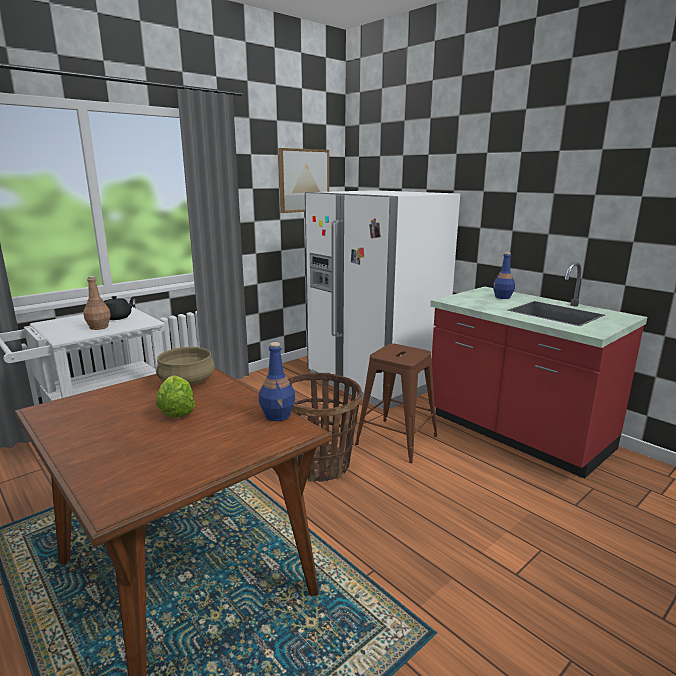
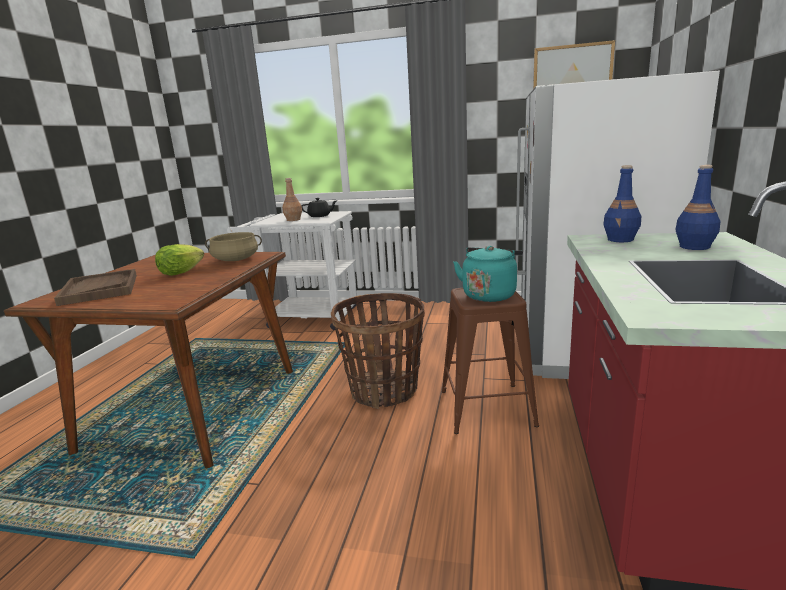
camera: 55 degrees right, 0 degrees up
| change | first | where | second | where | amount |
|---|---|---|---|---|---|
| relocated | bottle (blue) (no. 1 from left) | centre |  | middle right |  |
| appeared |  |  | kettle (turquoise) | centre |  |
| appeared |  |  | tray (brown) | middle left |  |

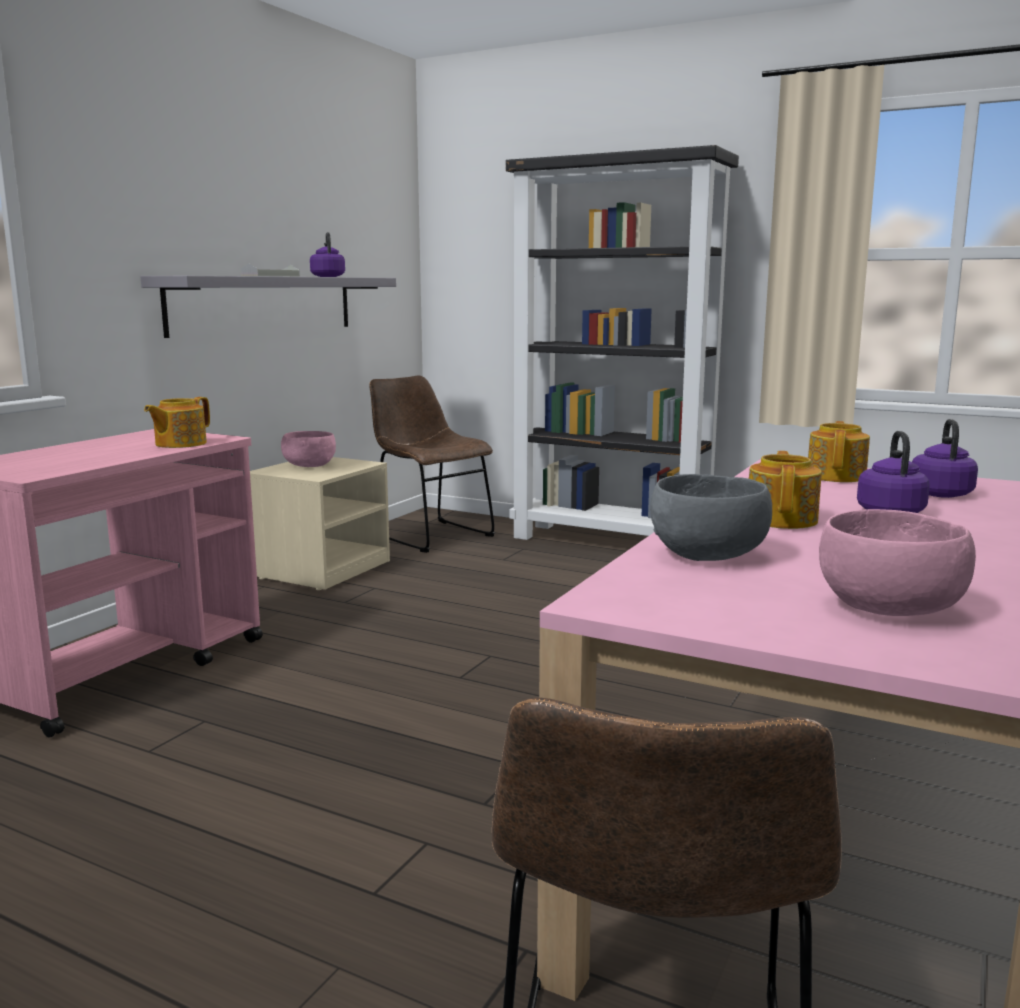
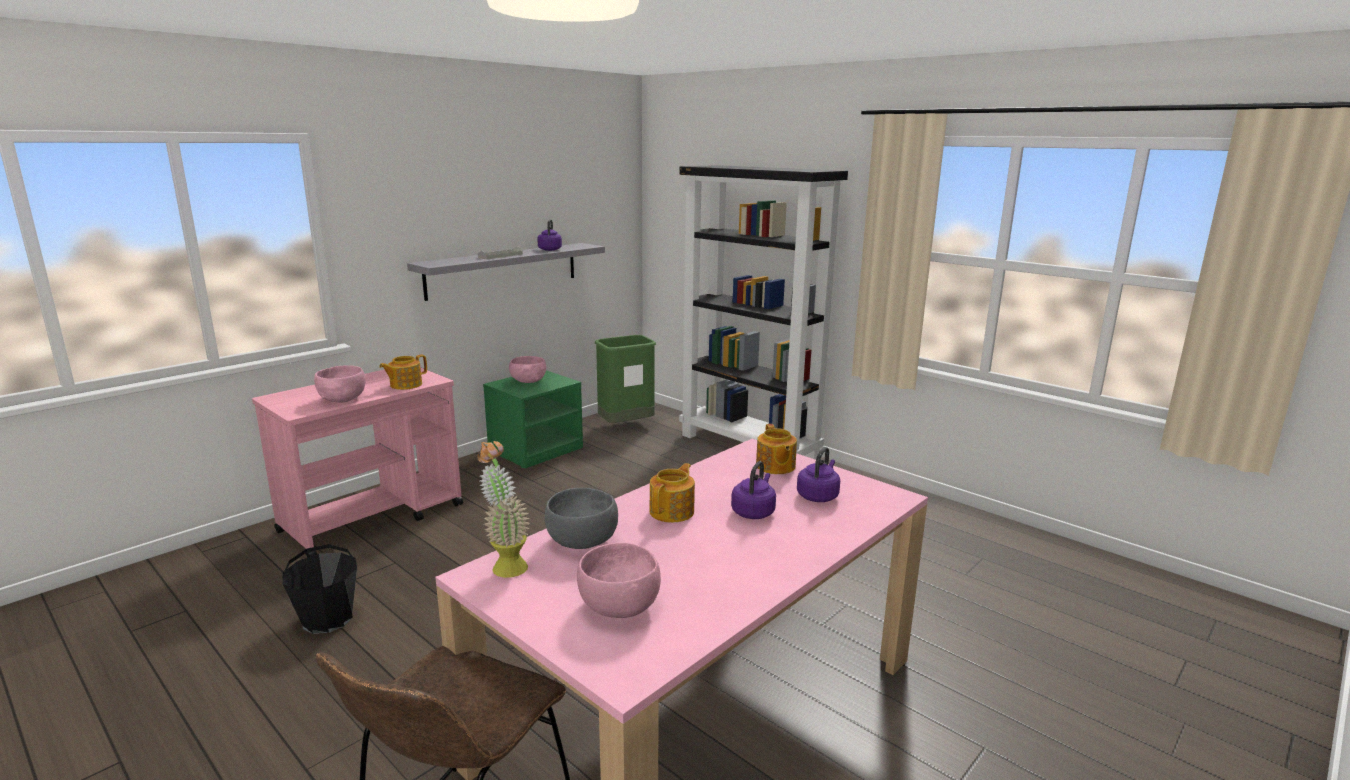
camera: 15 degrees right, 5 degrees up
| change | first | where | second | where | amount |
|---|---|---|---|---|---|
| exchanged | chair (brown) (no. 1 from left) | centre | trash can (green) | centre |  |
| spun | teapot (no. 3 from left) | middle right |  | centre | 135 degrees clockwise |
| colour | nightstand (beige) | middle left | nightstand (green) | centre |  |
| appeared |  |  | bowl (pink) (no. 1 from left) | middle left |  |
| appeared |  |  | potted plant | centre |  |
| appeared |  |  | bucket (black) | bottom left |  |

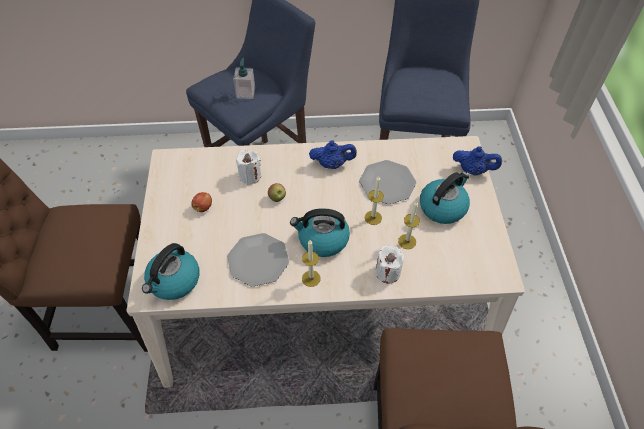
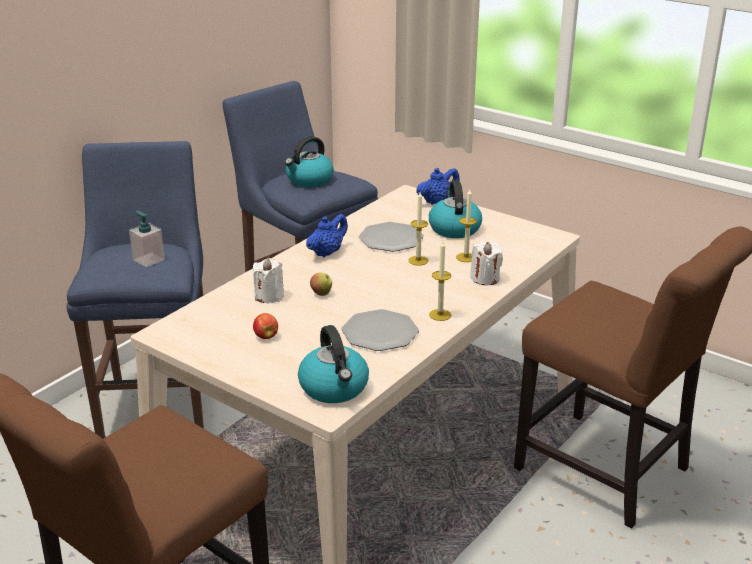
camera: 50 degrees left, 25 degrees down
| change | first | where | second | where | amount |
|---|---|---|---|---|---|
| relocated | kettle (no. 2 from left in the first image) | centre | kettle (no. 1 from left) | top centre |  |

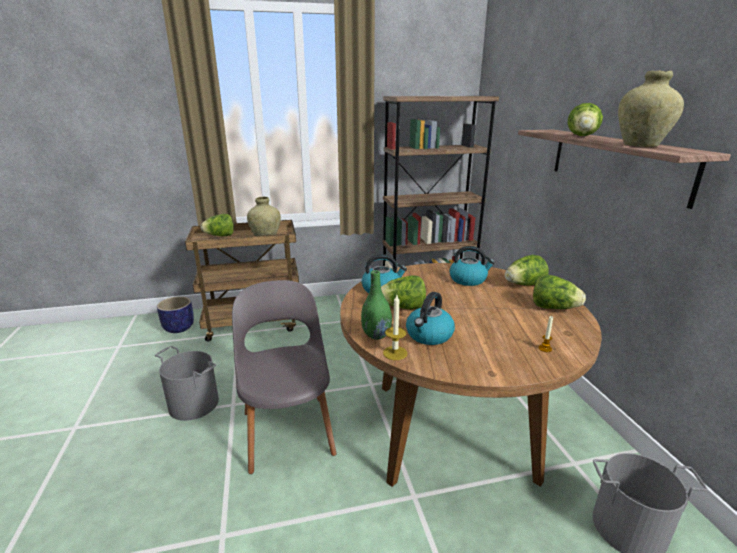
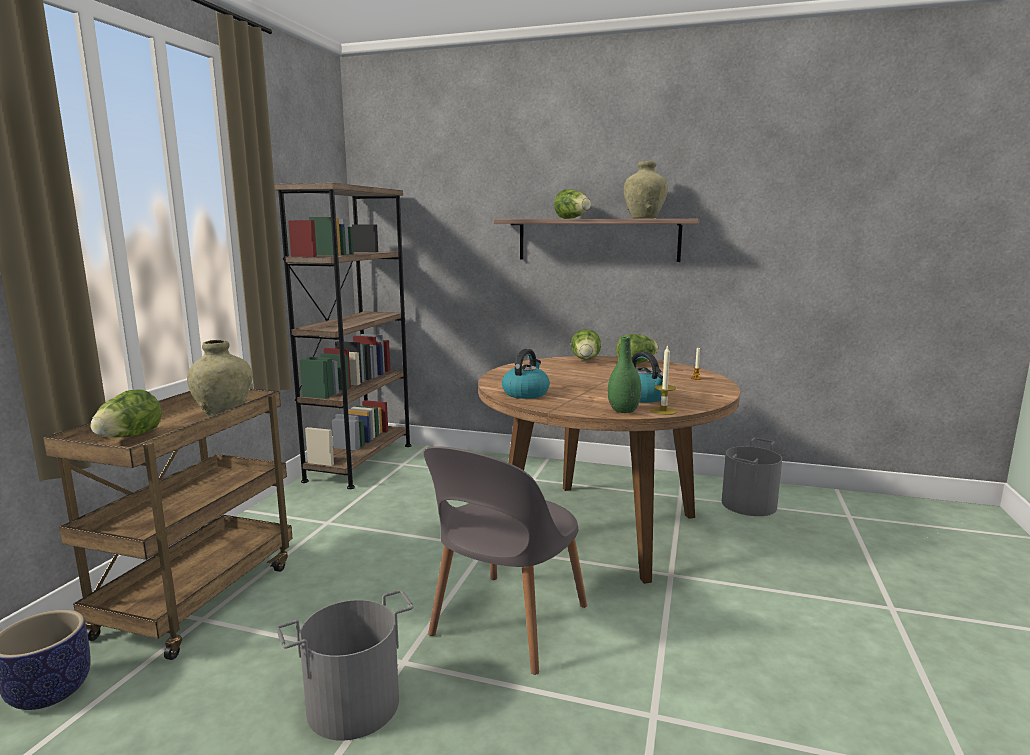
camera: 60 degrees left, 10 degrees down
| change | first | where | second | where | amount |
|---|---|---|---|---|---|
| missing | kettle (no. 3 from left) | centre |  |  |  |
| missing | lettuce (no. 2 from left) | centre |  |  |  |
| spun | chair (grey) | bottom centre |  | bottom centre | 75 degrees counterclockwise |

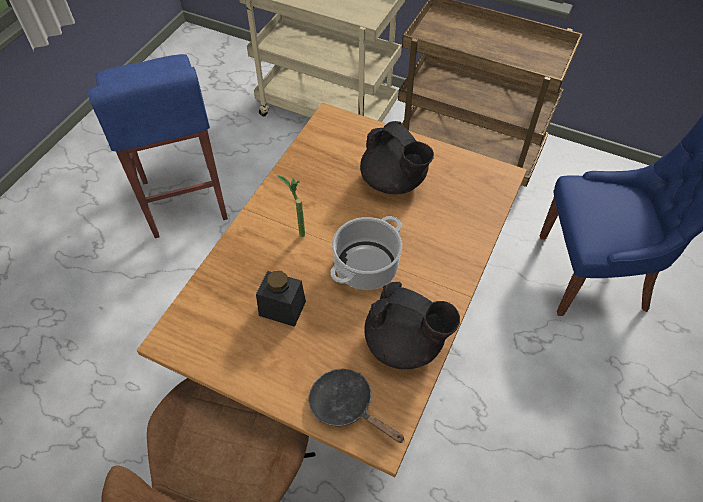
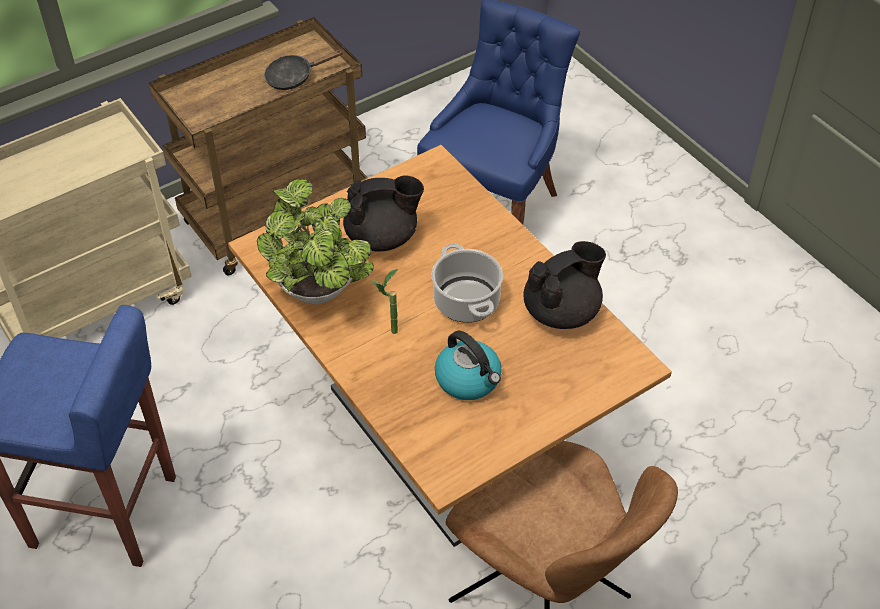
camera: 60 degrees left, 5 degrees down
| change | first | where | second | where | amount |
|---|---|---|---|---|---|
| exchanged | jar (black) | centre | kettle | centre |  |
| relocated | frying pan (black) | bottom centre |  | top centre |  |
| appeared |  |  | potted plant (no. 1 from left) | centre |  |

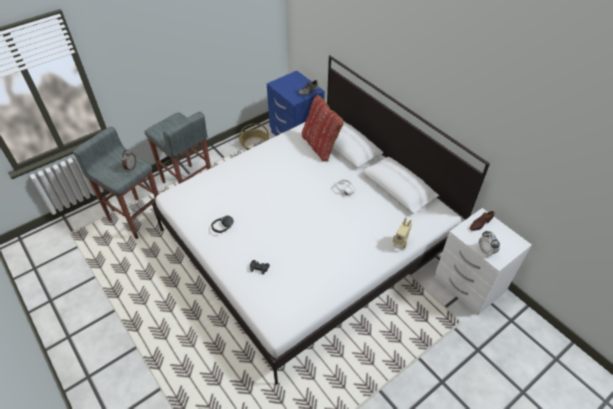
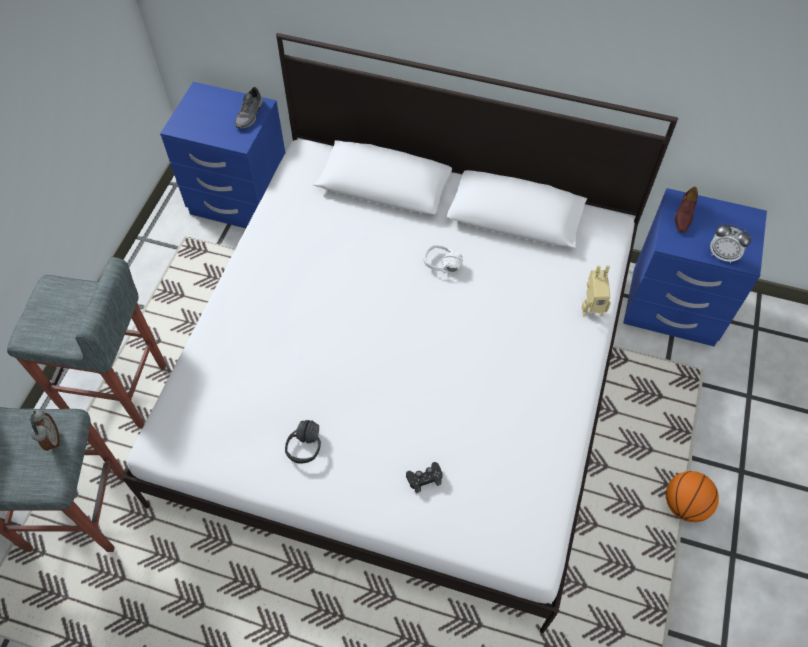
camera: 35 degrees left, 10 degrees up
| change | first | where | second | where | amount |
|---|---|---|---|---|---|
| missing | pillow (red) | top centre |  |  |  |
| missing | basket | top centre |  |  |  |
| colour | nightstand (white) | middle right | nightstand (blue) (no. 2 from left) | middle right |  |
| appeared |  |  | basketball | bottom right |  |

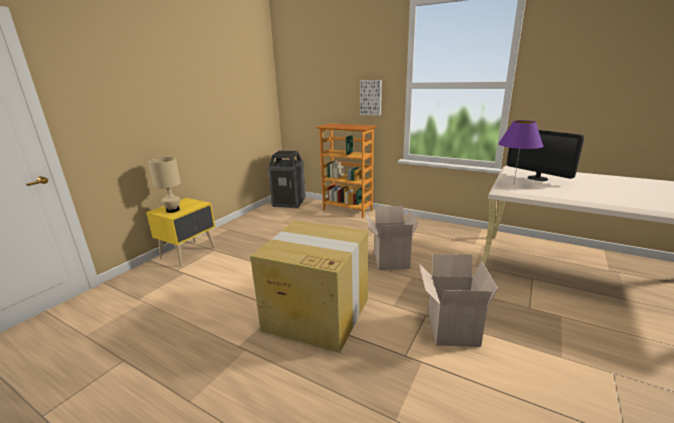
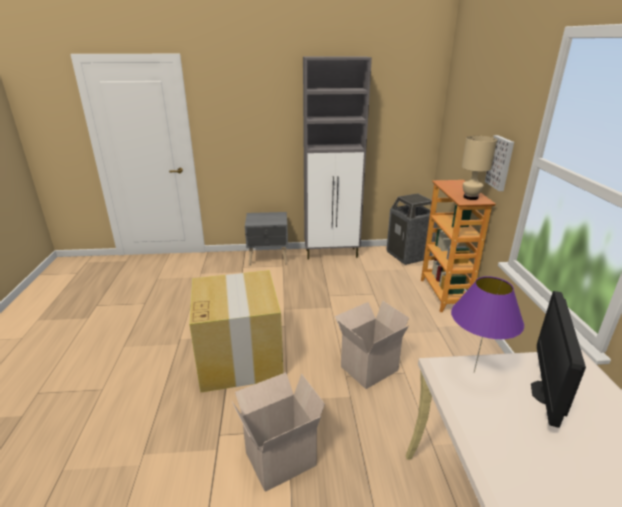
camera: 55 degrees right, 5 degrees up
| change | first | where | second | where | amount |
|---|---|---|---|---|---|
| relocated | table lamp (beige) | middle left |  | top right |  |
| colour | nightstand (yellow) | middle left | nightstand (grey) | centre |  |
| appeared |  |  | cabinet (grey) | top centre |  |

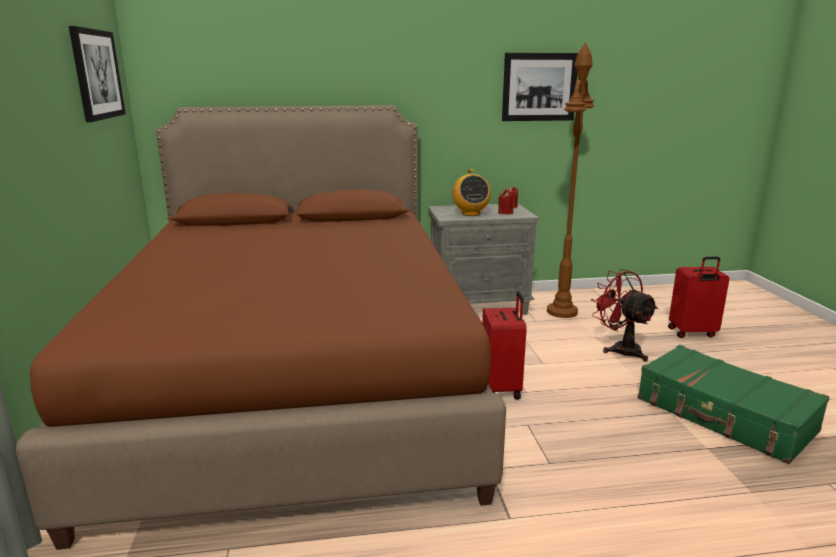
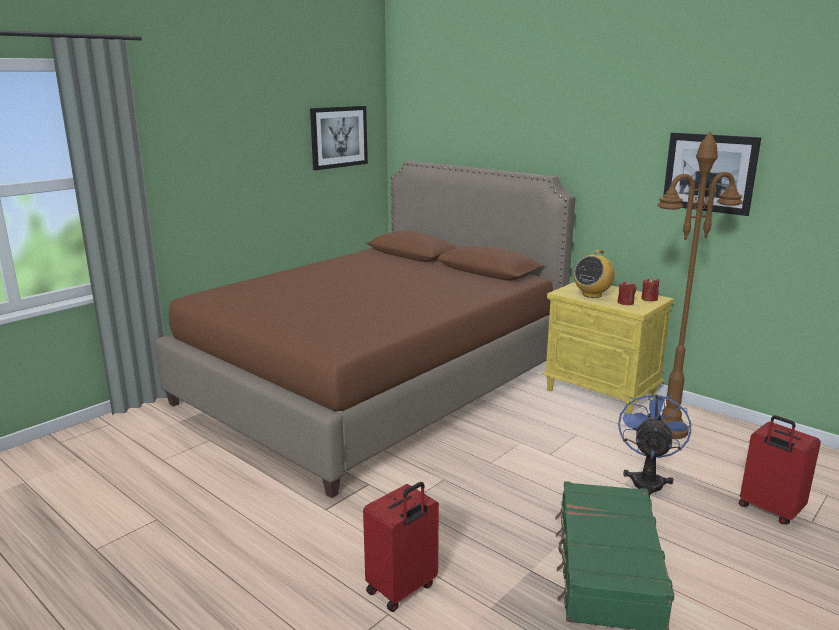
camera: 50 degrees right, 0 degrees up
| change | first | where | second | where | amount |
|---|---|---|---|---|---|
| colour | nightstand (grey) | centre | nightstand (yellow) | middle right |  |
| colour | fan (red) | middle right | fan (blue) | bottom right |  |
| relocated | suitcase (red) (no. 1 from left) | centre |  | bottom centre |  |

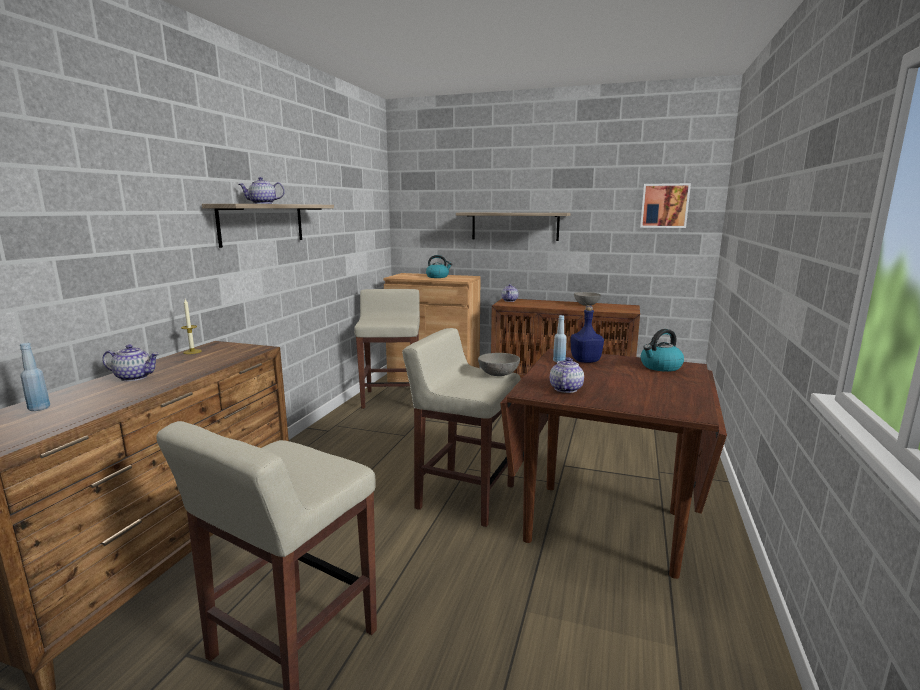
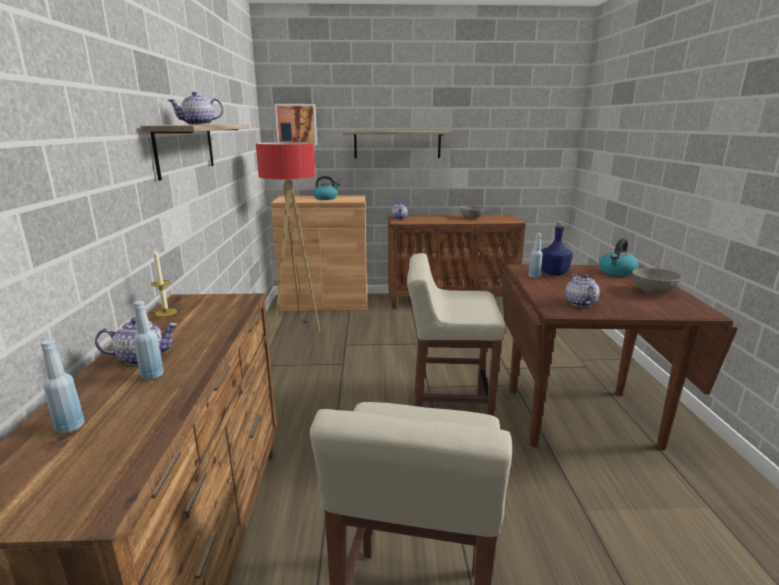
camera: 20 degrees left, 5 degrees up
| change | first | where | second | where | amount |
|---|---|---|---|---|---|
| relocated | picture | top right |  | top centre |  |
| exchanged | stool (beige) (no. 2 from left) | centre | floor lamp | centre |  |
| relocated | bowl (grey) (no. 1 from left in the first image) | centre | bowl (grey) (no. 2 from left) | middle right |  |
| appeared |  |  | bottle (blue) (no. 2 from left) | middle left |  |

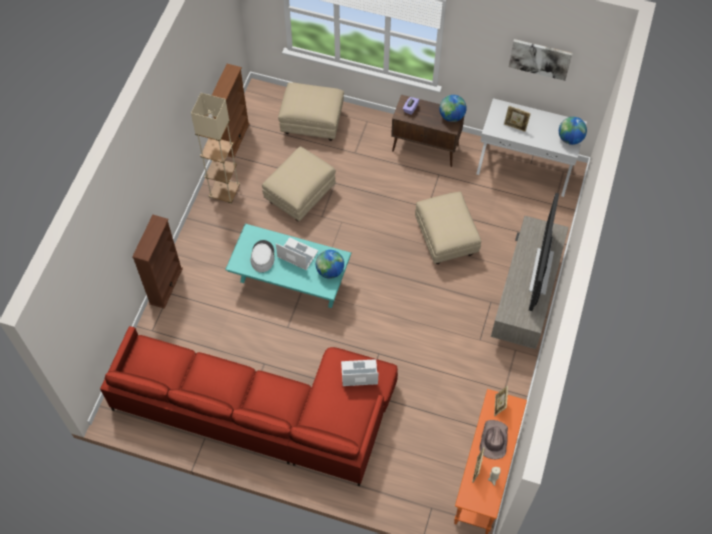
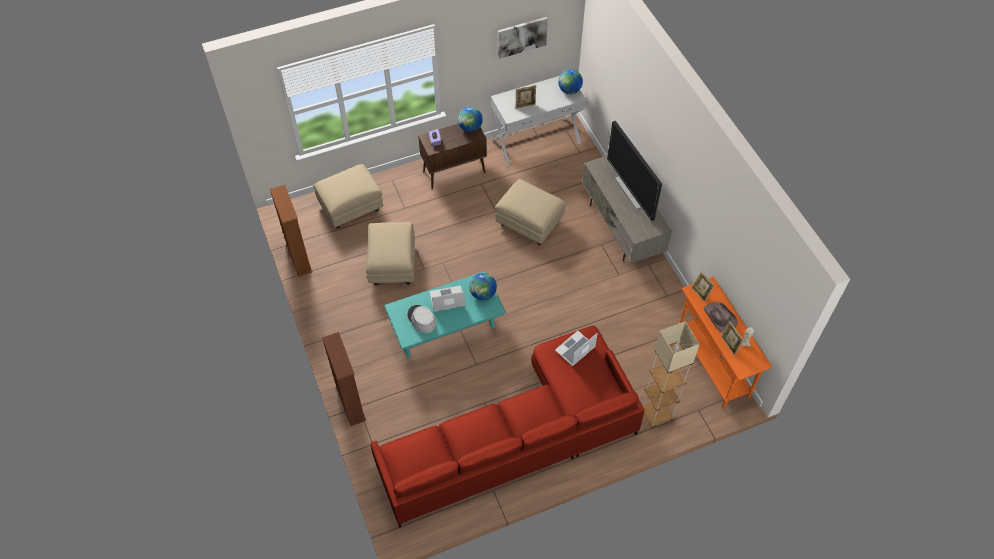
camera: 40 degrees left, 5 degrees down
| change | first | where | second | where | amount |
|---|---|---|---|---|---|
| relocated | floor lamp (beige) | top left |  | bottom right |  |

